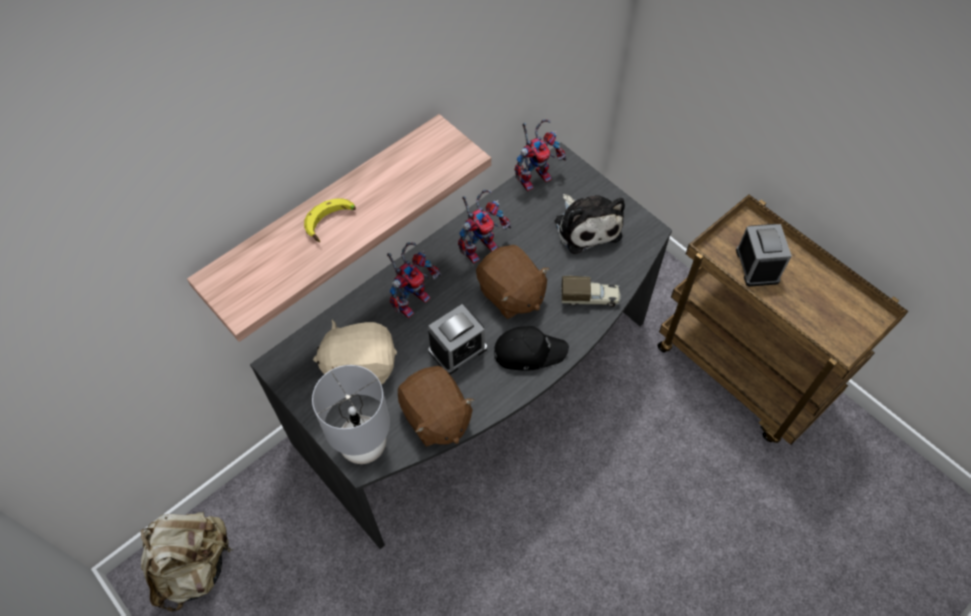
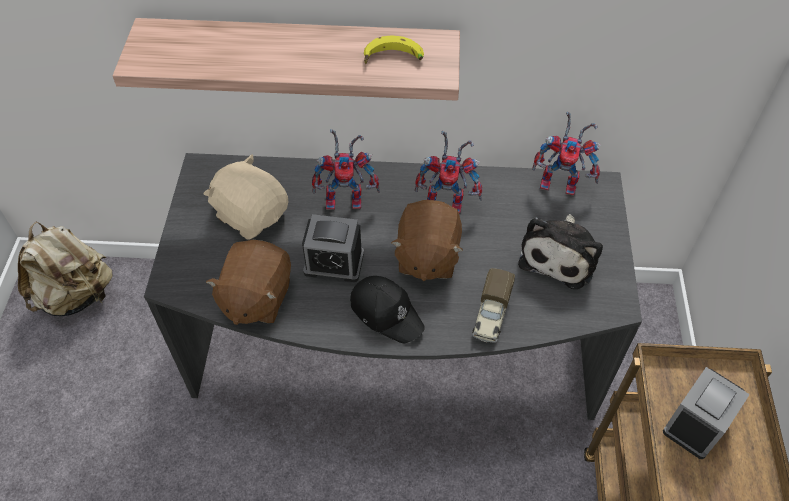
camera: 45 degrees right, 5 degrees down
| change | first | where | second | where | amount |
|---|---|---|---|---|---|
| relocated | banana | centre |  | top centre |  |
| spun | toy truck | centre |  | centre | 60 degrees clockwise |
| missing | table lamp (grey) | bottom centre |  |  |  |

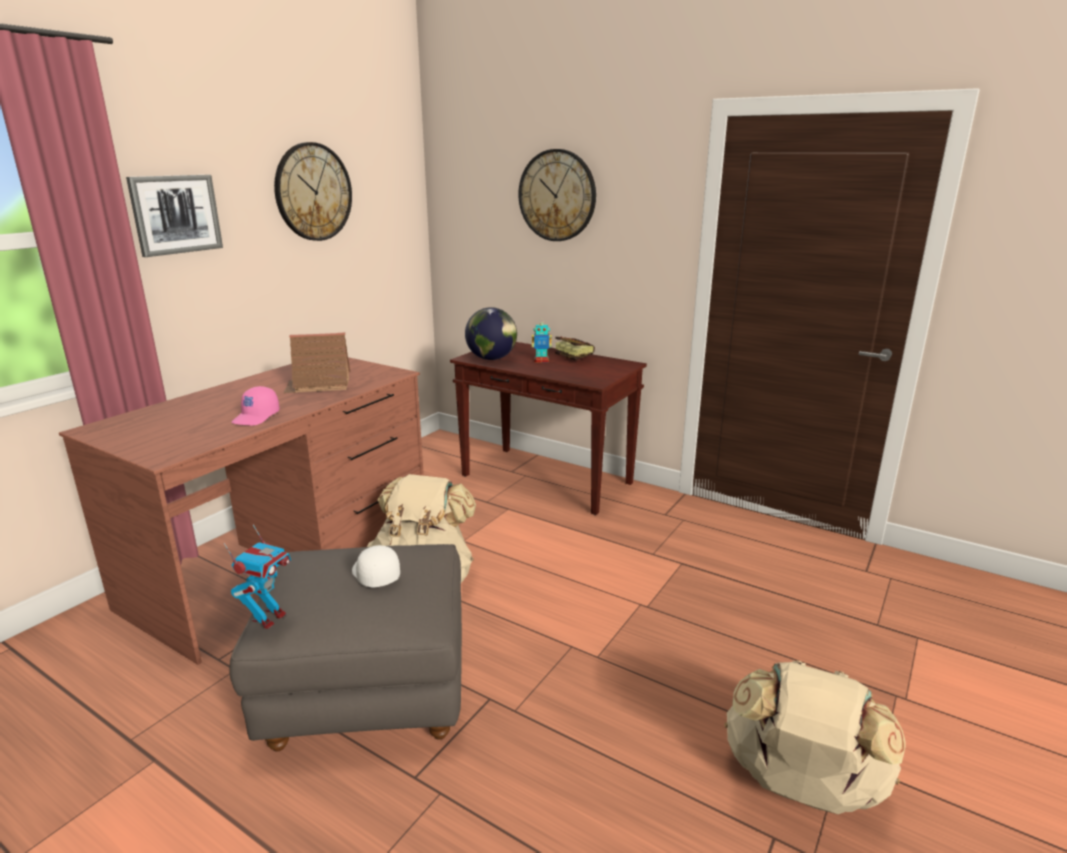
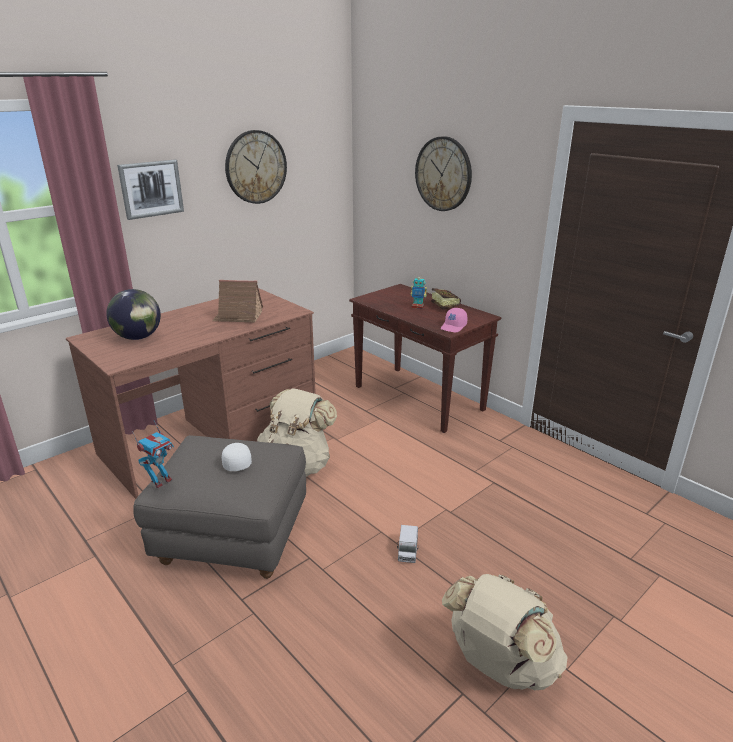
camera: 15 degrees right, 5 degrees up
| change | first | where | second | where | amount |
|---|---|---|---|---|---|
| relocated | globe | centre |  | middle left |  |
| relocated | cap (pink) | middle left |  | centre |  |
| appeared |  |  | toy truck | bottom centre |  |

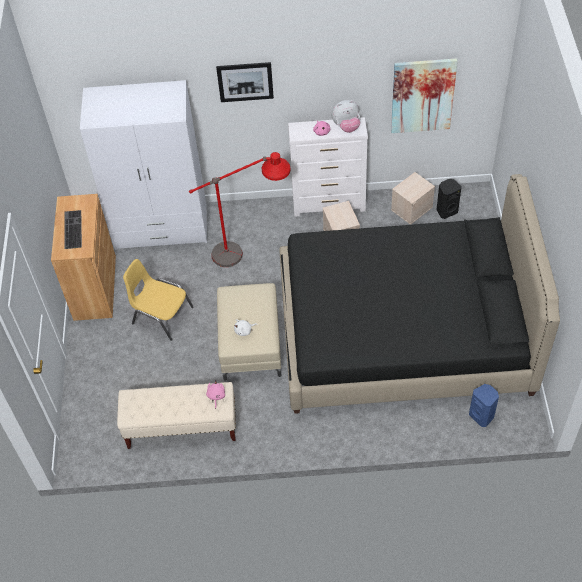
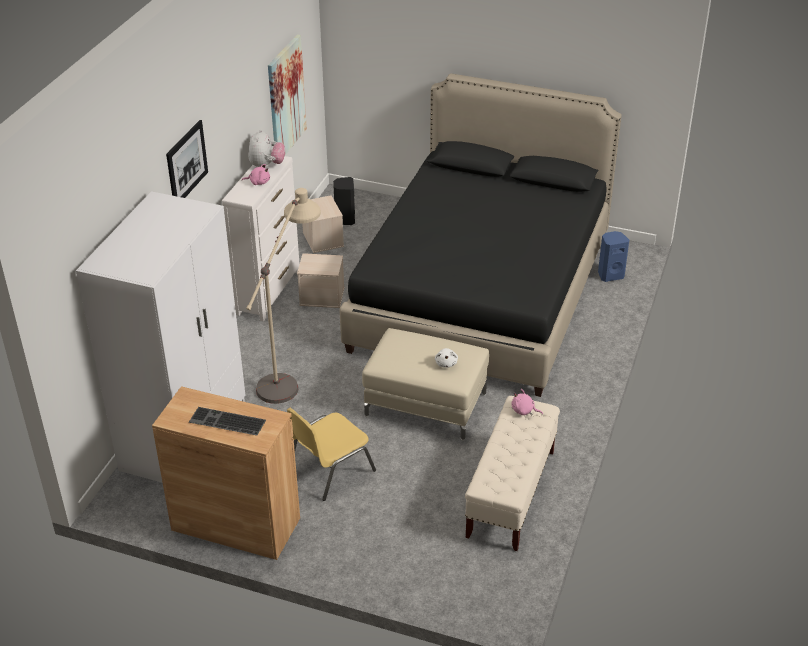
camera: 70 degrees left, 15 degrees down
| change | first | where | second | where | amount |
|---|---|---|---|---|---|
| colour | floor lamp (red) | centre | floor lamp (beige) | centre |  |

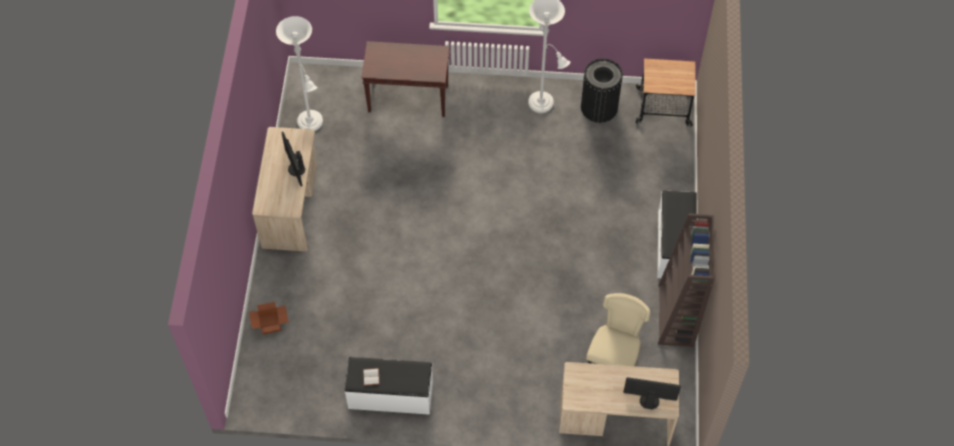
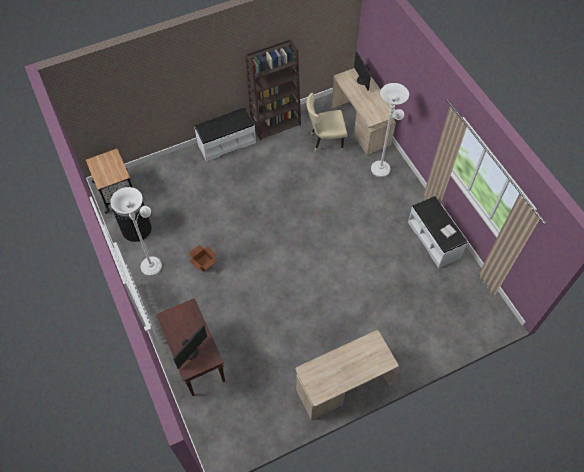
camera: 120 degrees left, 0 degrees up
| change | first | where | second | where | amount |
|---|---|---|---|---|---|
| relocated | floor lamp (white) (no. 1 from left in the first image) | top left | floor lamp (white) (no. 2 from left) | top right |  |
| relocated | monitor (no. 1 from left) | middle left |  | bottom left |  |
| relocated | cardboard box | bottom left |  | centre |  |

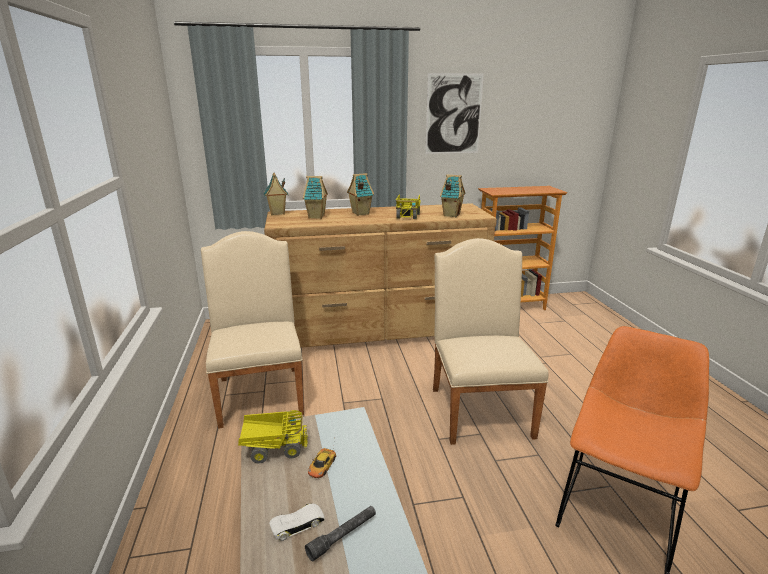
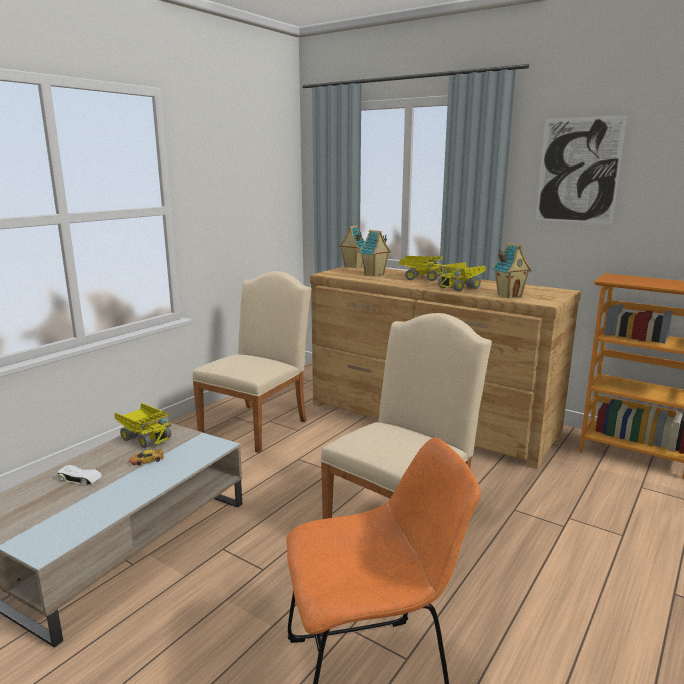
camera: 45 degrees right, 5 degrees down
| change | first | where | second | where | amount |
|---|---|---|---|---|---|
| exchanged | toy house (no. 3 from left) | centre | toy truck (no. 2 from left) | centre |  |
| missing | flashlight (grey) | bottom centre |  |  |  |

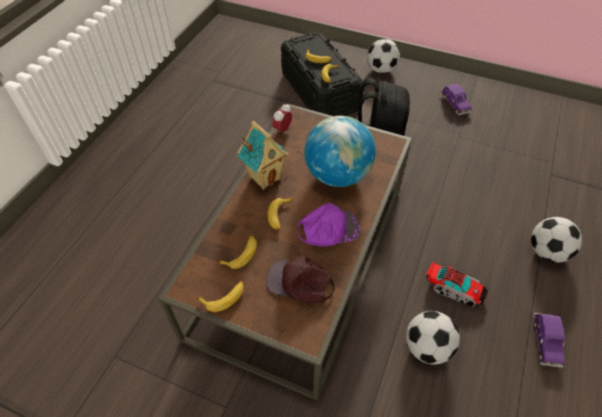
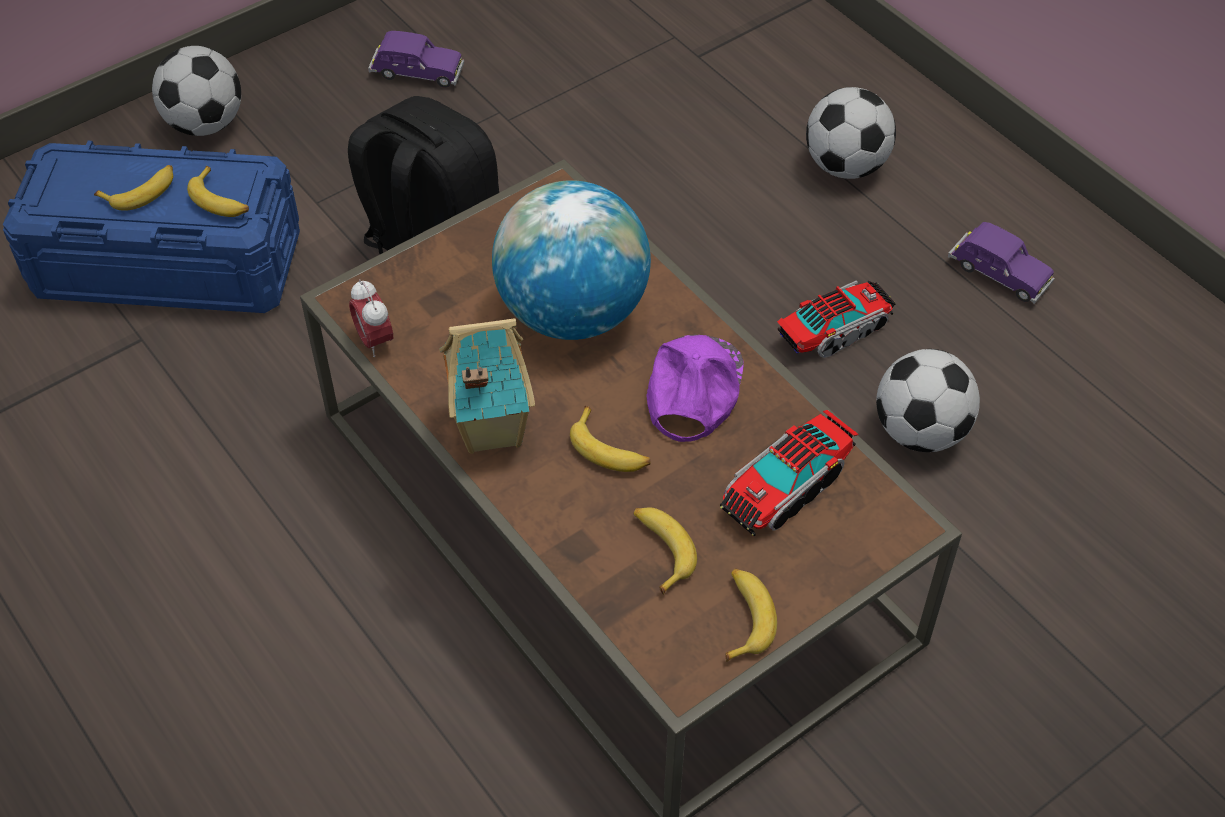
camera: 60 degrees left, 0 degrees up
| change | first | where | second | where | amount |
|---|---|---|---|---|---|
| colour | storage box (black) | top centre | storage box (blue) | top left |  |
| exchanged | cap (brown) | bottom centre | toy truck (no. 1 from left) | centre |  |

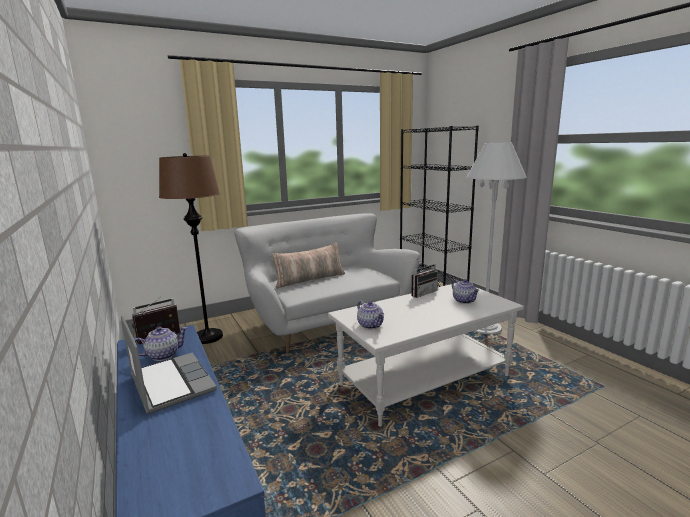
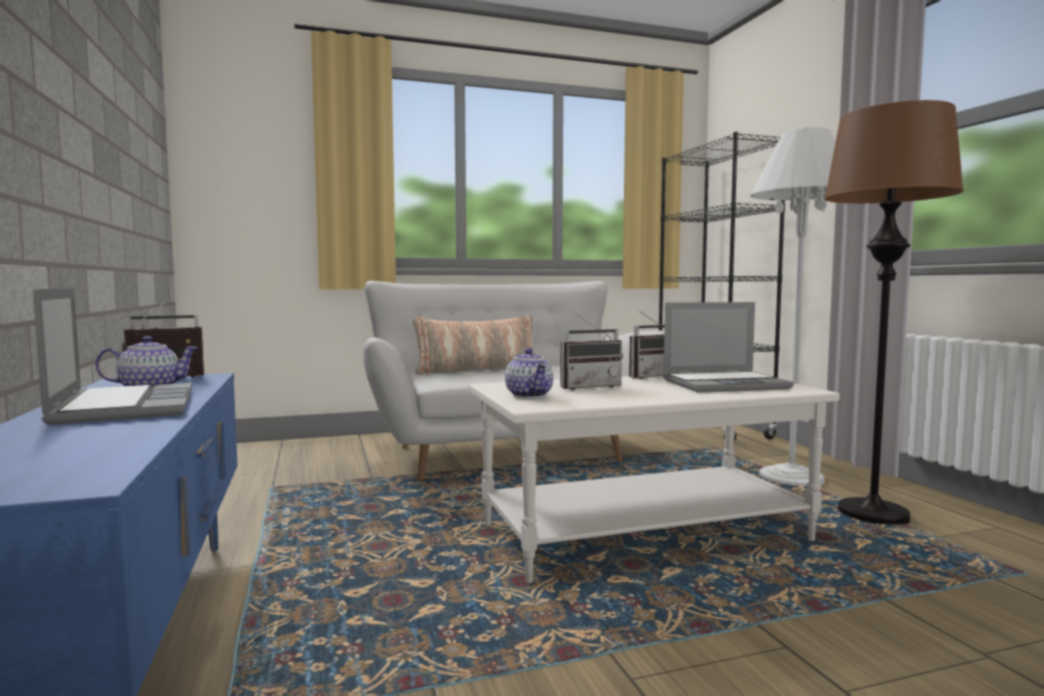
camera: 10 degrees right, 10 degrees down
| change | first | where | second | where | amount |
|---|---|---|---|---|---|
| relocated | floor lamp (brown) | middle left |  | middle right |  |
| exchanged | teapot (no. 3 from left) | middle right | laptop (no. 2 from left) | middle right |  |
| appeared |  |  | radio (no. 2 from left) | centre |  |

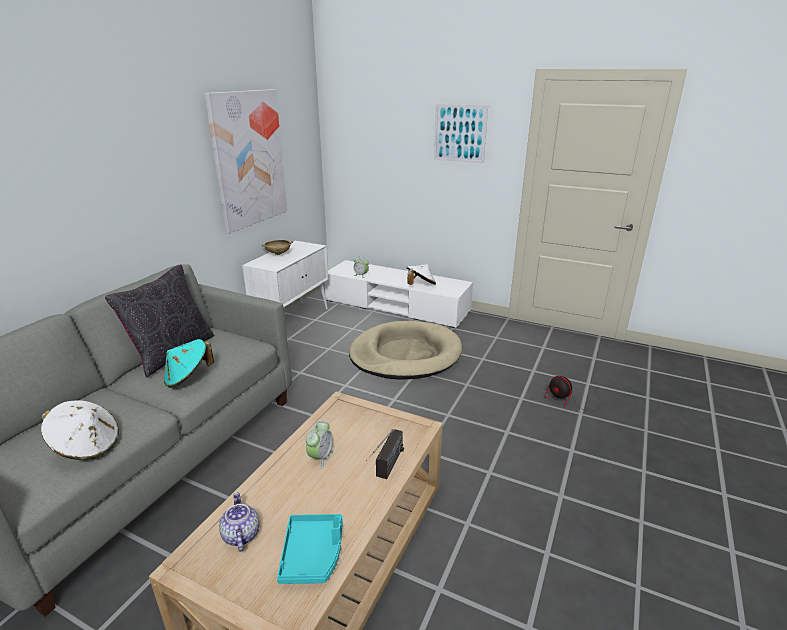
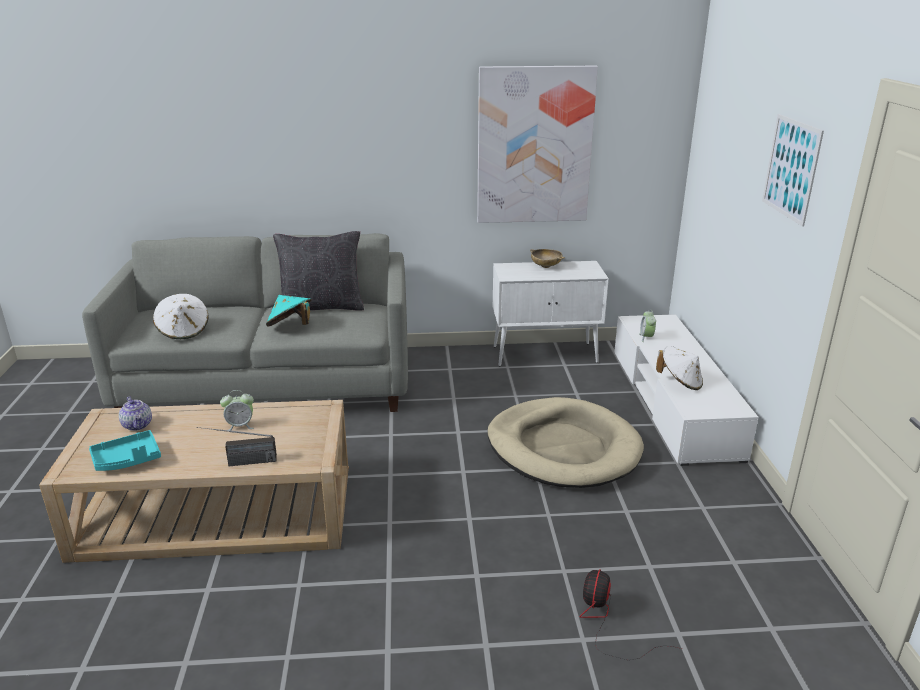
camera: 60 degrees right, 0 degrees up
| change | first | where | second | where | amount |
|---|---|---|---|---|---|
| spun | teapot | bottom left |  | middle left | 105 degrees clockwise |

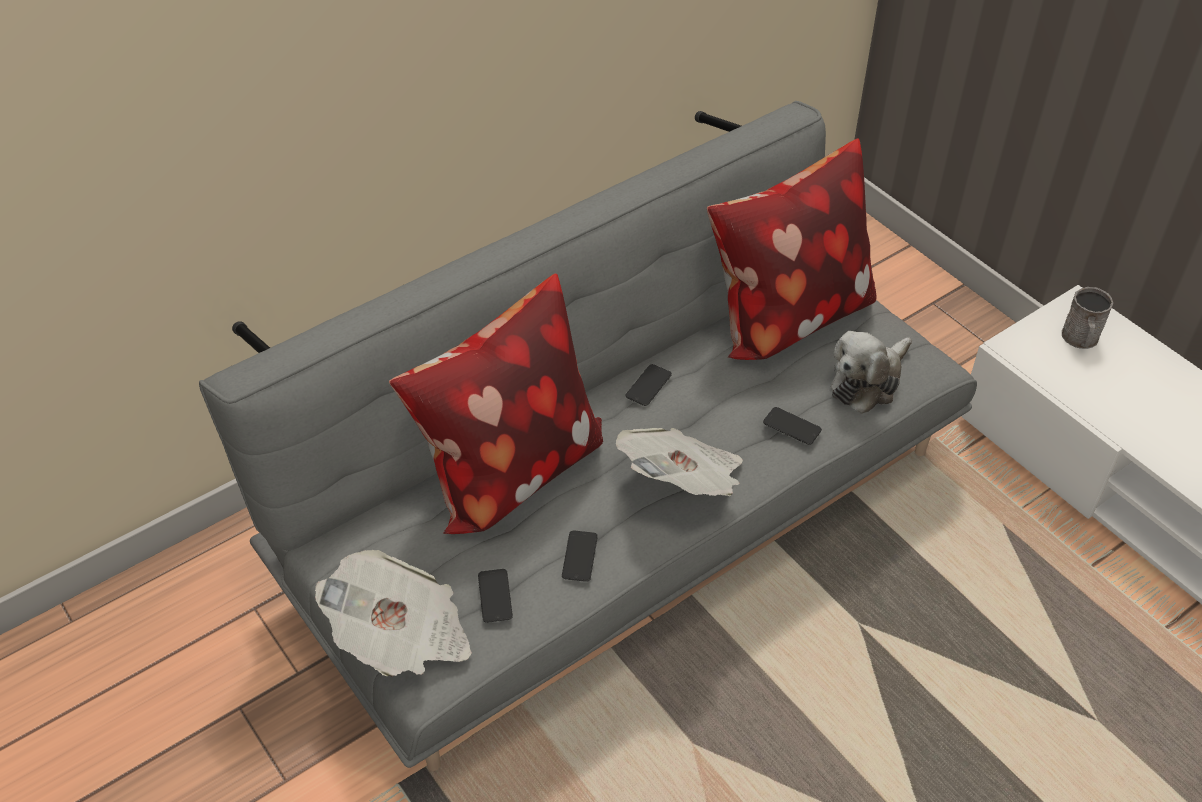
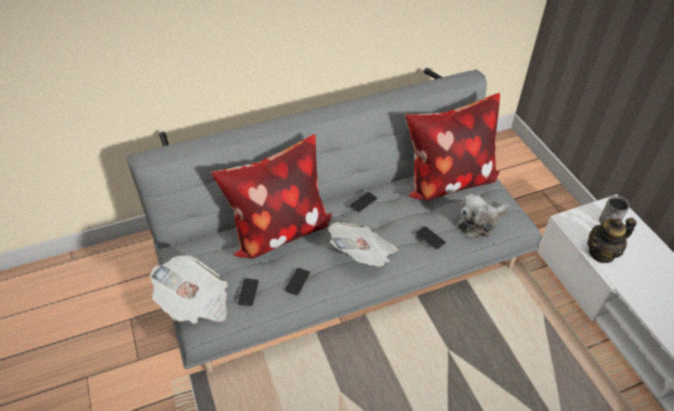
camera: 15 degrees right, 0 degrees up
| change | first | where | second | where | amount |
|---|---|---|---|---|---|
| appeared |  |  | teapot | middle right |  |

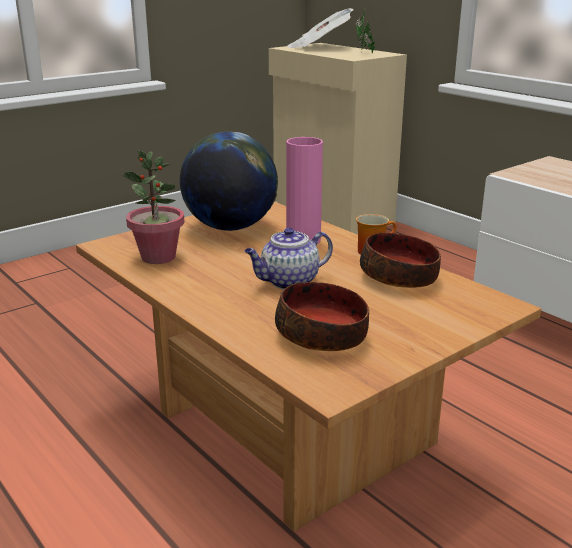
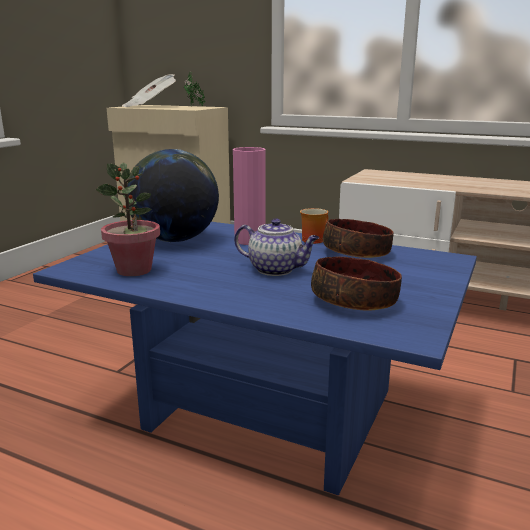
camera: 25 degrees left, 5 degrees down
| change | first | where | second | where | amount |
|---|---|---|---|---|---|
| colour | coffee table (brown) | bottom centre | coffee table (blue) | bottom centre |  |
| spun | teapot | centre |  | centre | 105 degrees counterclockwise |

